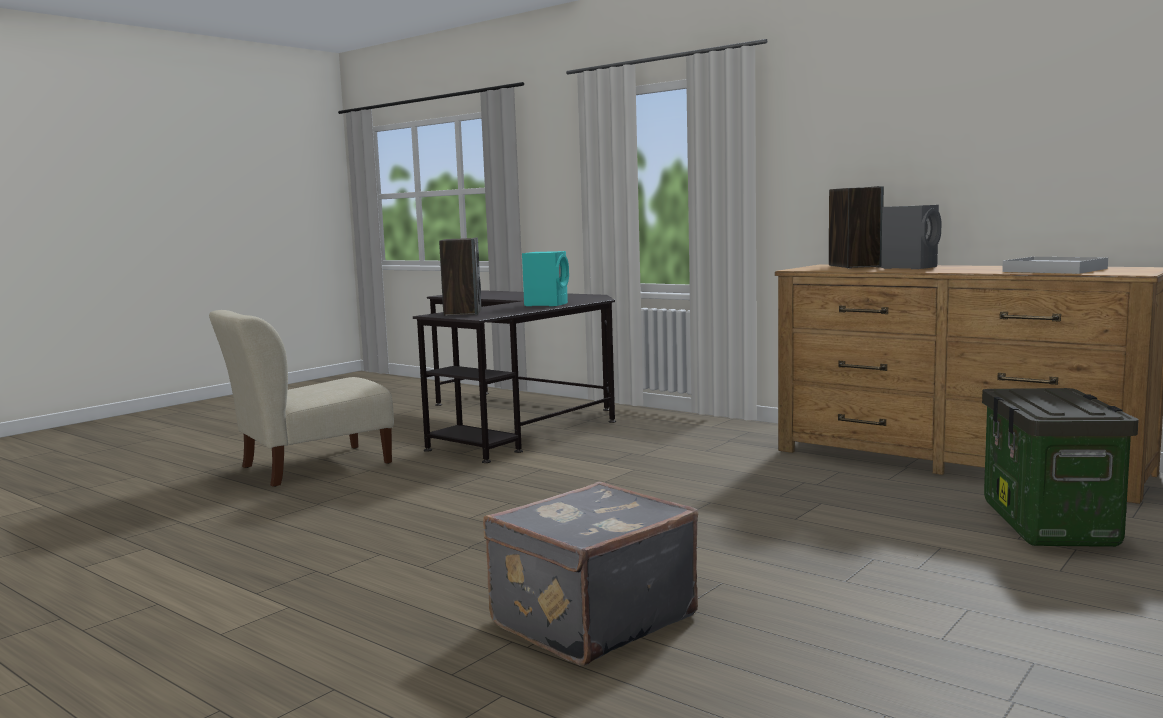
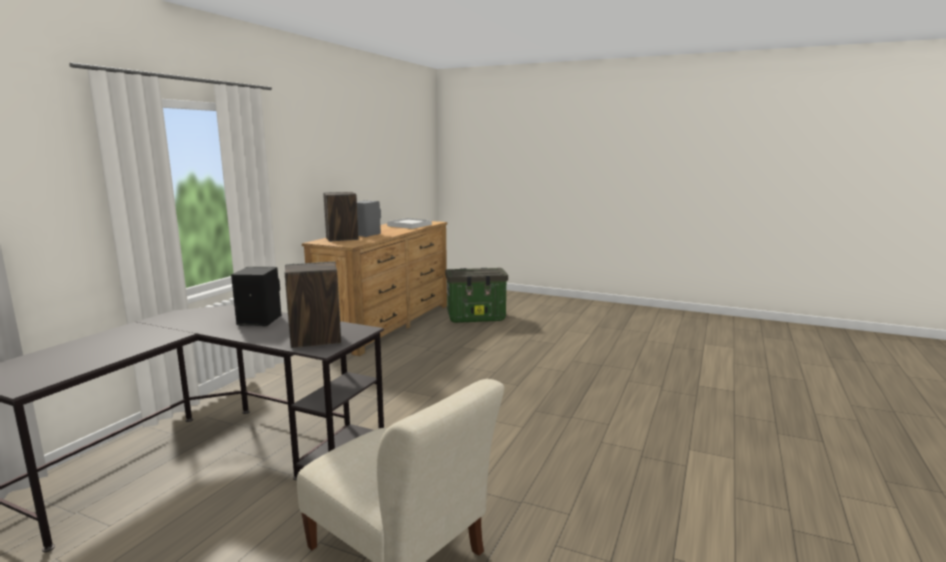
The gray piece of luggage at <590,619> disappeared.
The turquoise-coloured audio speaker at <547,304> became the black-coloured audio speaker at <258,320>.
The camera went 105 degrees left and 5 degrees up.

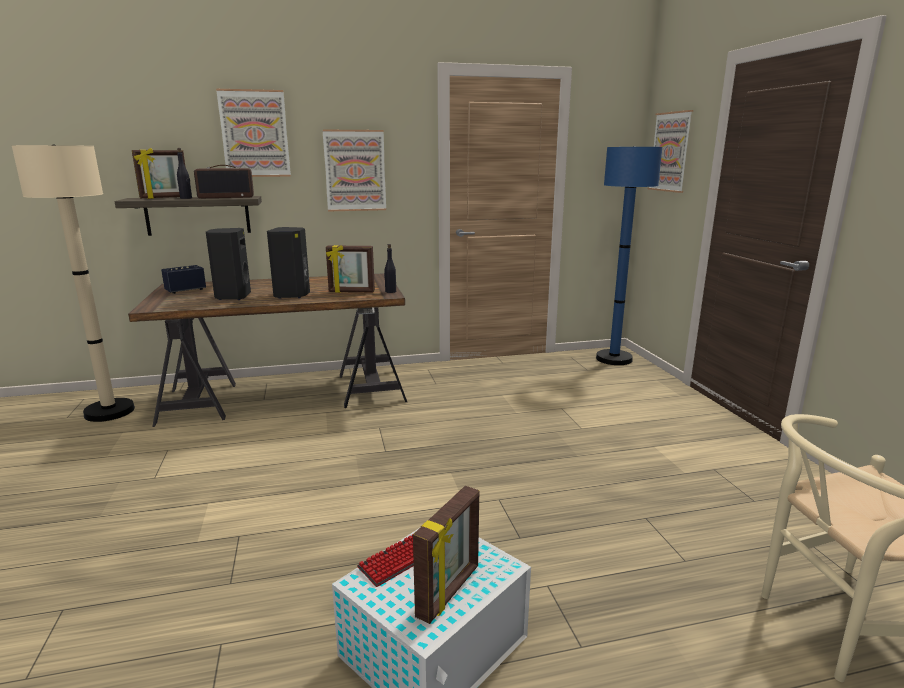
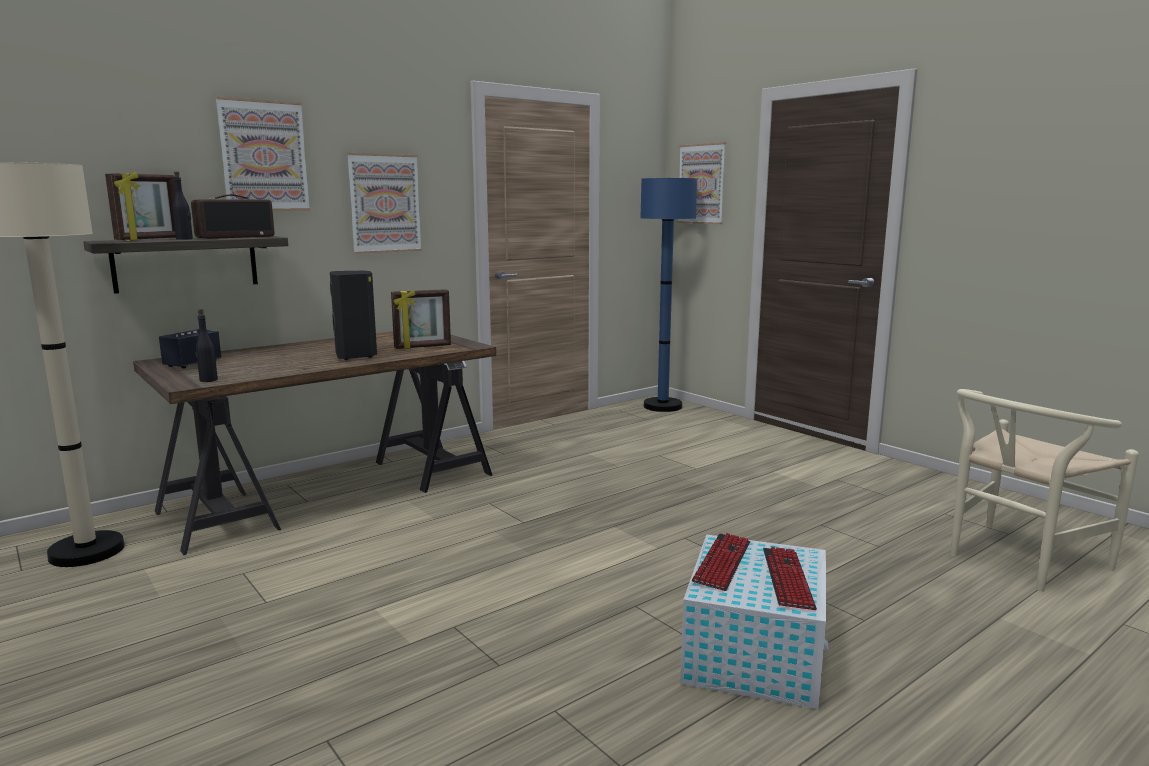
The black-coloured audio speaker at <232,297> disappeared.
The black-coloured drink bottle moved from <390,291> to <208,380>.
The picture frame at <449,592> was replaced by the keyboard at <787,579>.
The camera went 25 degrees left and 5 degrees down.

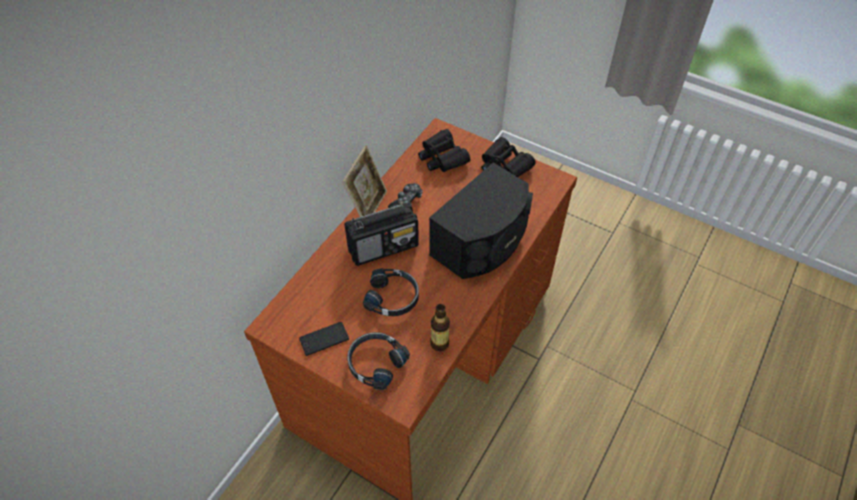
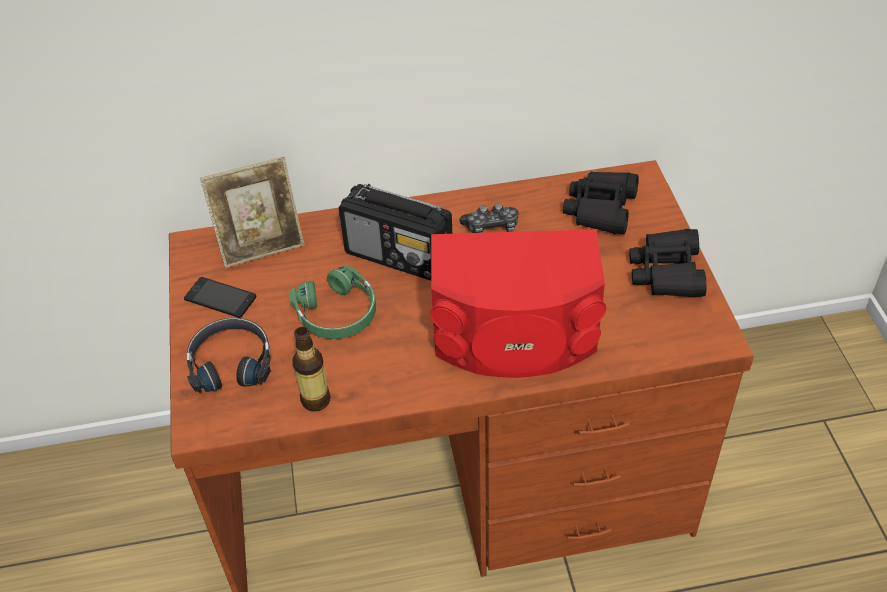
The picture frame moved from <368,206> to <262,246>.
The black-coloured headphones at <393,297> became the green-coloured headphones at <337,313>.
The black-coloured audio speaker at <482,242> became the reddish audio speaker at <515,336>.
The camera went 50 degrees right and 5 degrees down.

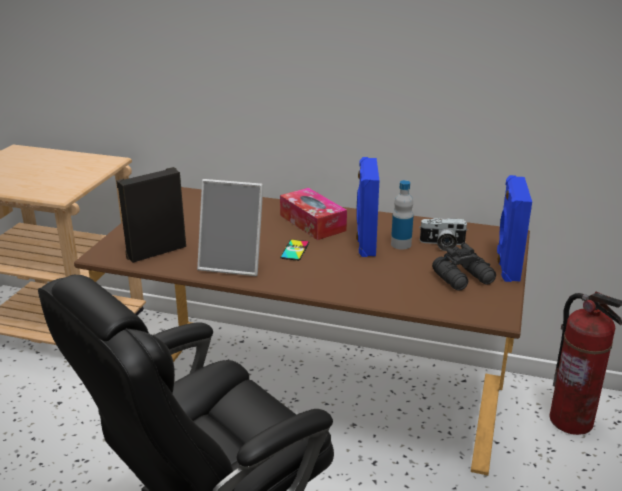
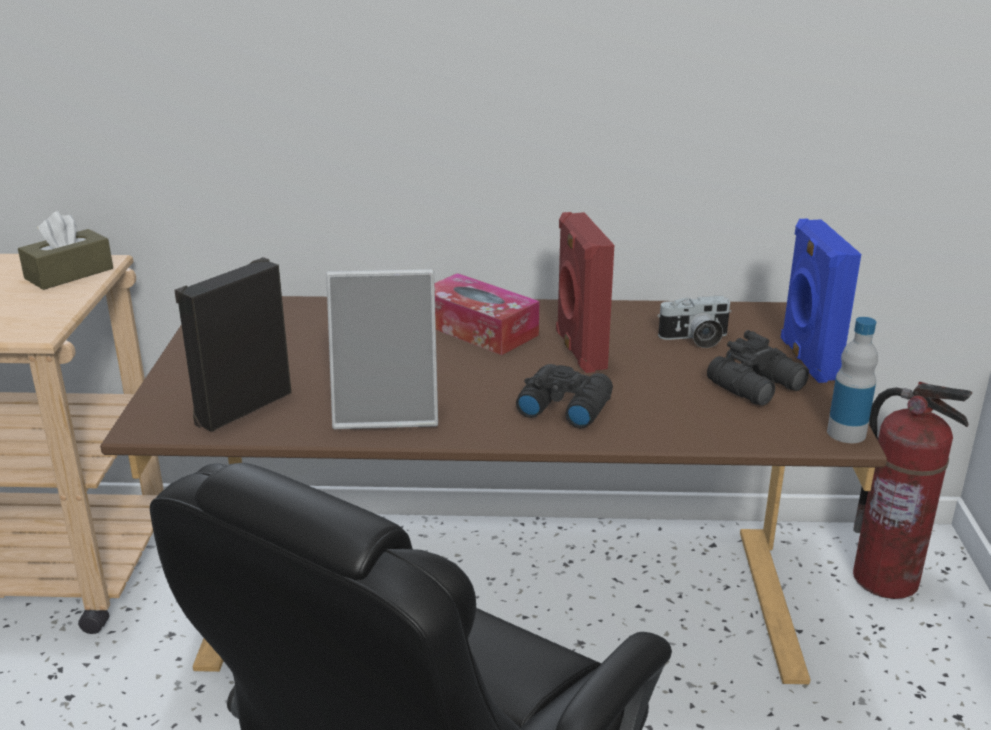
The telephone at <294,250> disappeared.
The brownish tissue holder at <69,273> appeared.
The black-coloured pair of binoculars at <563,406> appeared.
The drink bottle moved from <401,244> to <846,433>.
The blue audio speaker at <365,243> became the reddish audio speaker at <578,350>.
The camera went 15 degrees left and 0 degrees up.

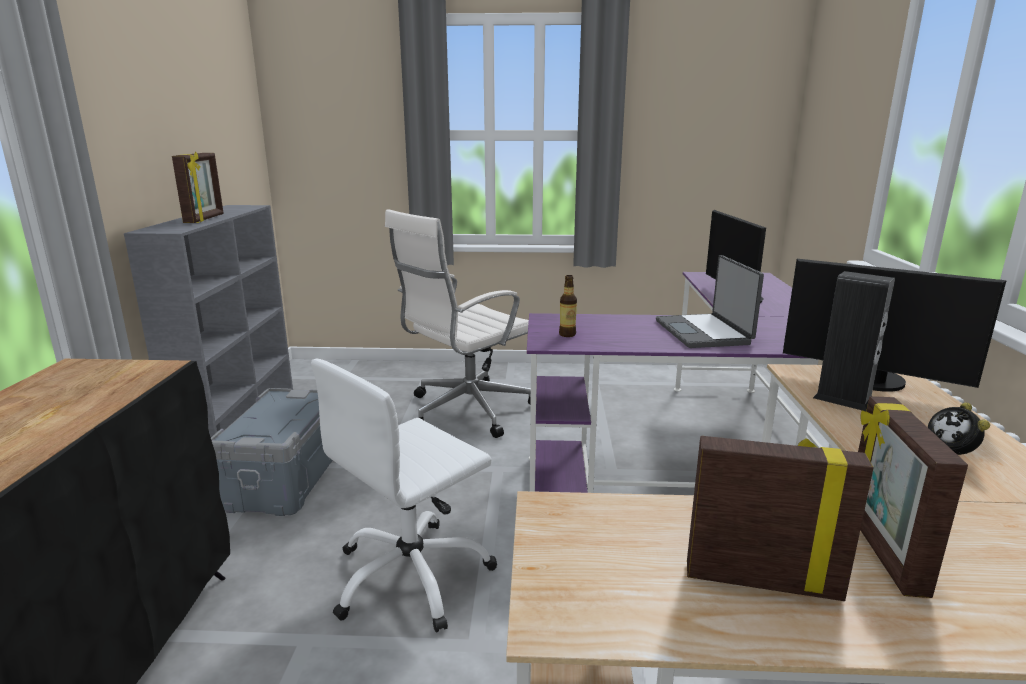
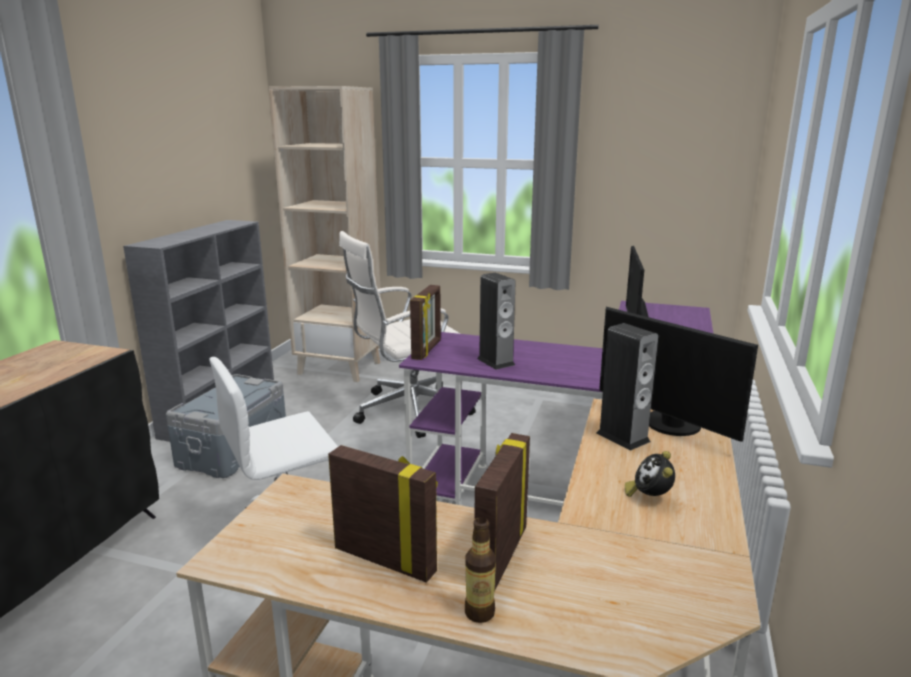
The portable computer at <704,332> disappeared.
The sand-coloured bookshelf at <340,368> appeared.
The audio speaker at <495,361> appeared.
The picture frame moved from <205,219> to <427,350>.
The drink bottle moved from <567,334> to <479,613>.
The camera went 15 degrees right and 0 degrees up.

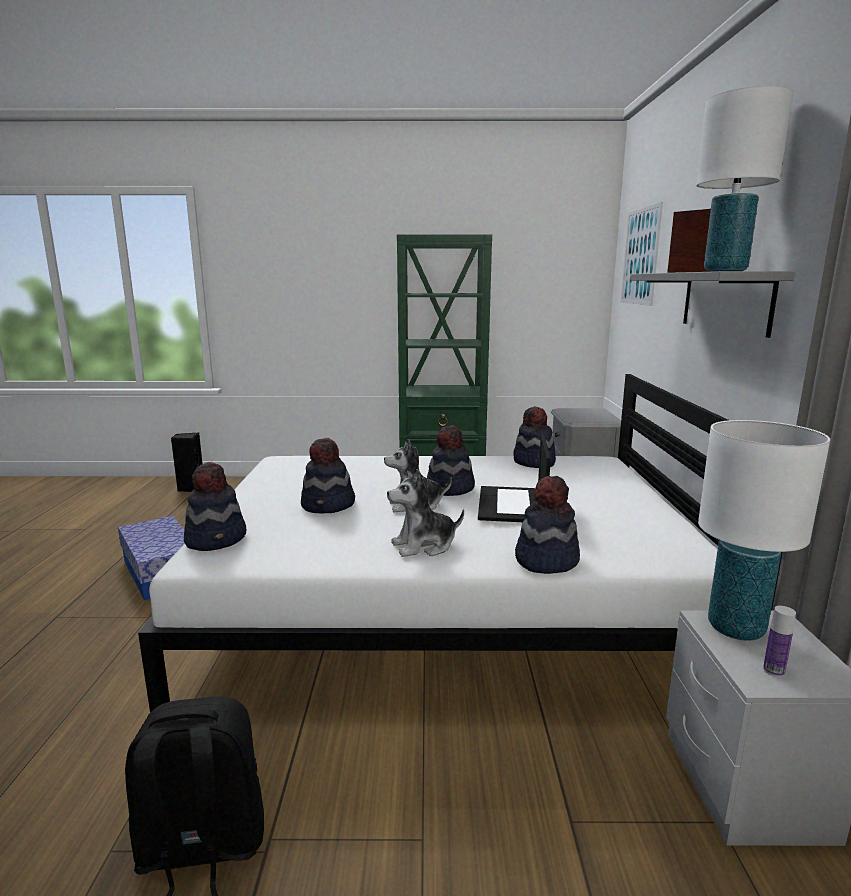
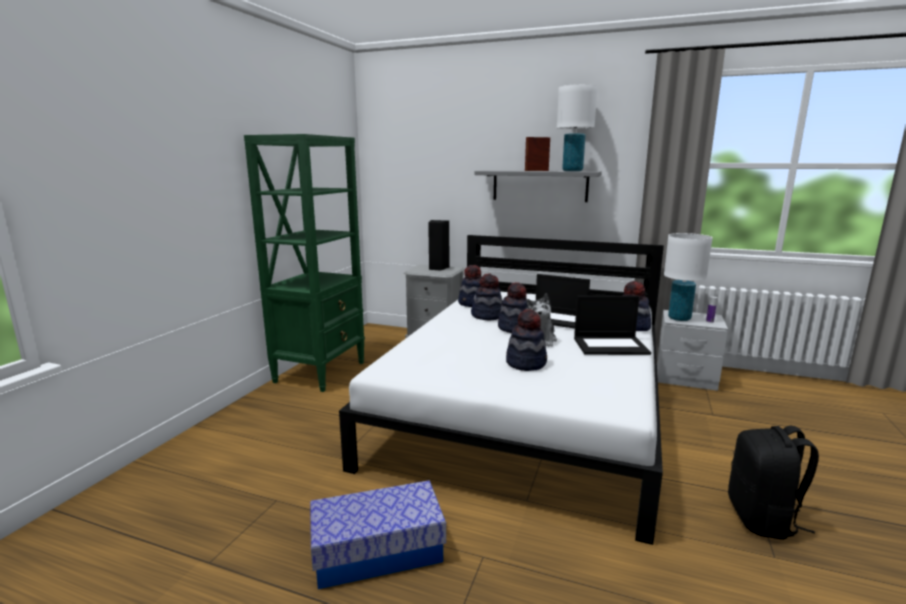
The wall art at <640,256> disappeared.
The black-coloured audio speaker moved from <191,488> to <437,268>.
The wearable hat moved from <217,539> to <487,315>.
The plush toy at <424,546> was replaced by the portable computer at <611,345>.
The camera went 70 degrees left and 0 degrees up.

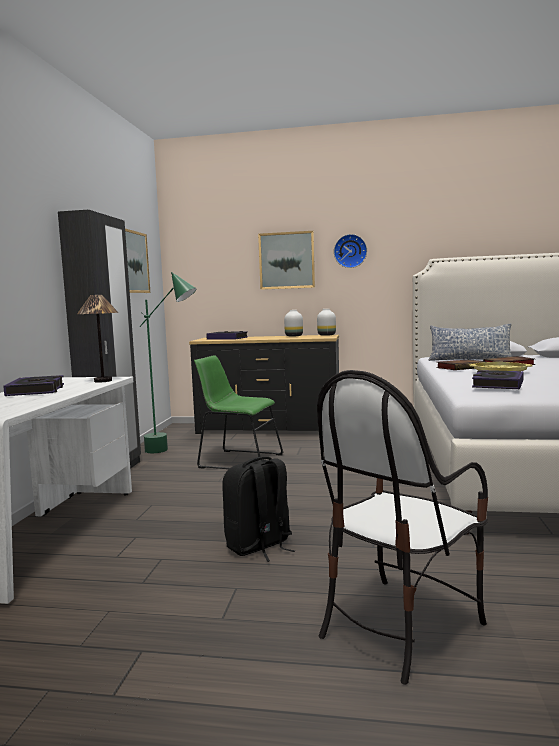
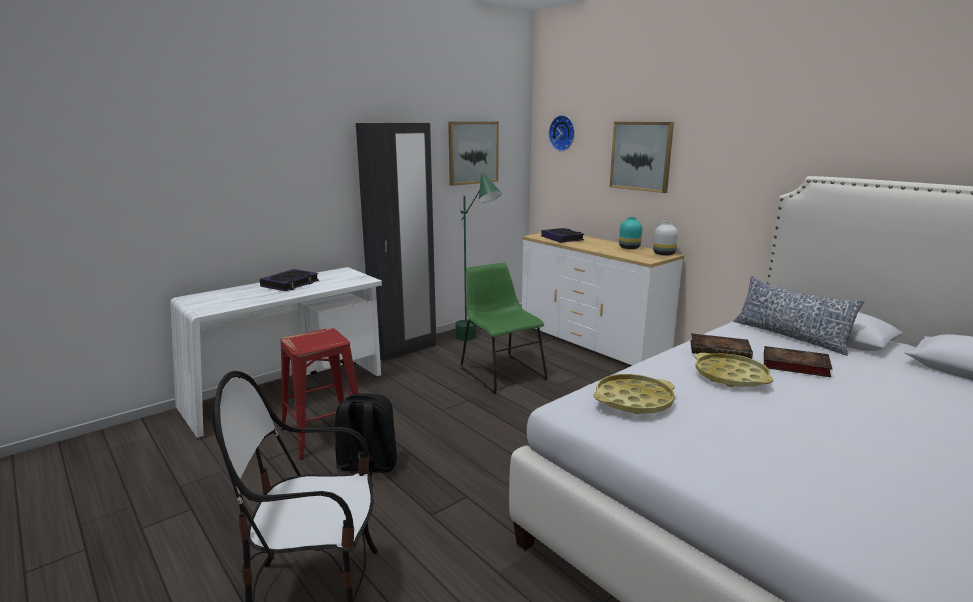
The tabletop lamp at <103,381> disappeared.
The reddish stool seat at <324,434> appeared.
The wall clock moved from <350,251> to <563,133>.
The book at <497,384> was replaced by the yellowish serving tray at <633,400>.
The black-coloured drawer chest at <269,429> became the white-coloured drawer chest at <591,342>.
The white-coloured decorative vase at <293,336> became the turquoise-coloured decorative vase at <629,248>.
The camera went 40 degrees right and 10 degrees up.

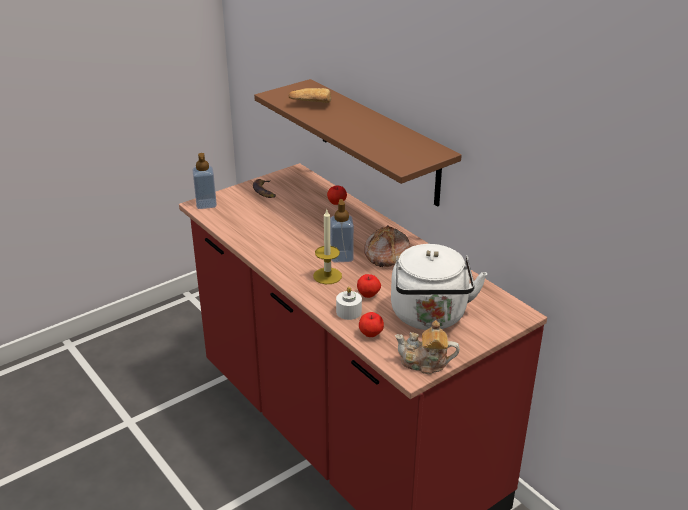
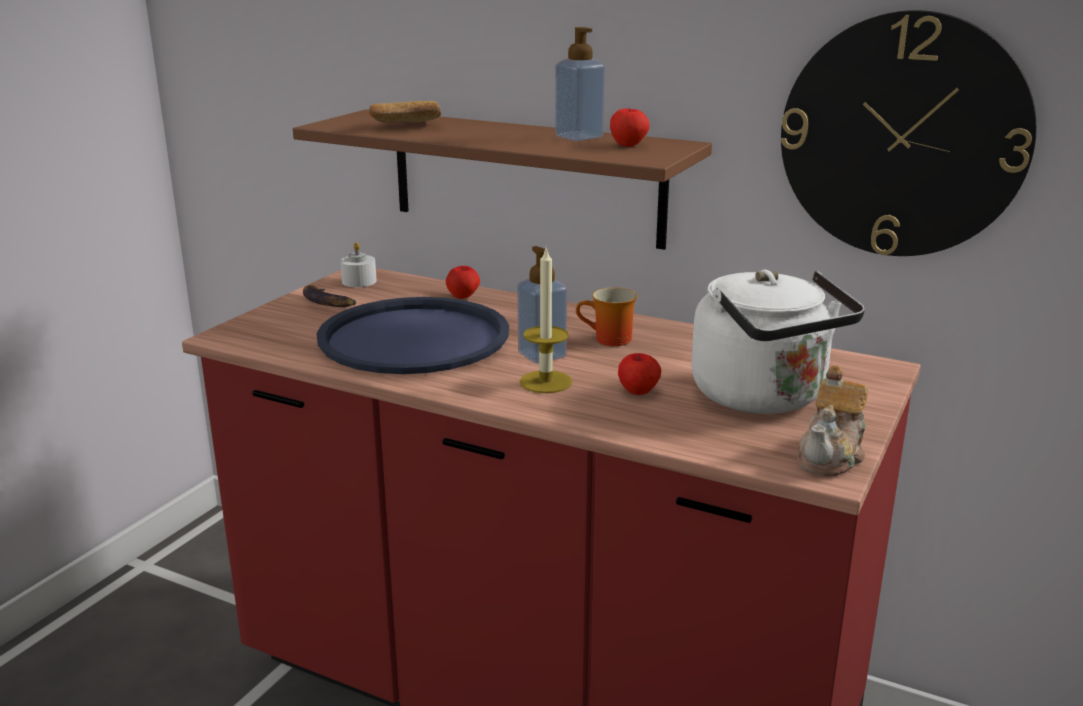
The blue serving tray at <414,338> appeared.
The wall clock at <903,136> appeared.
The soap bottle moved from <206,204> to <579,137>.
The white-coloured wax candle moved from <348,312> to <359,281>.
The apple moved from <371,334> to <628,145>.
The bakery bread at <386,255> was replaced by the mug at <609,340>.
The teapot at <425,363> turned 45 degrees counterclockwise.
The camera went 25 degrees left and 10 degrees down.

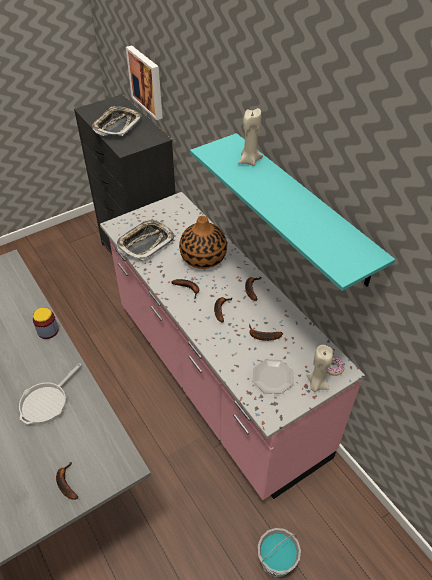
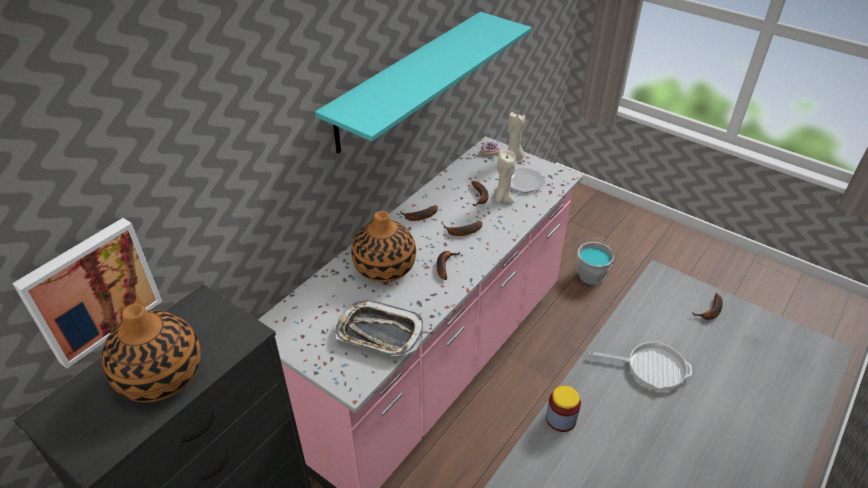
The sand-coloured wax candle moved from <249,161> to <502,199>.
The serving tray at <117,125> was replaced by the decorative vase at <160,375>.
The camera went 110 degrees left and 5 degrees down.

